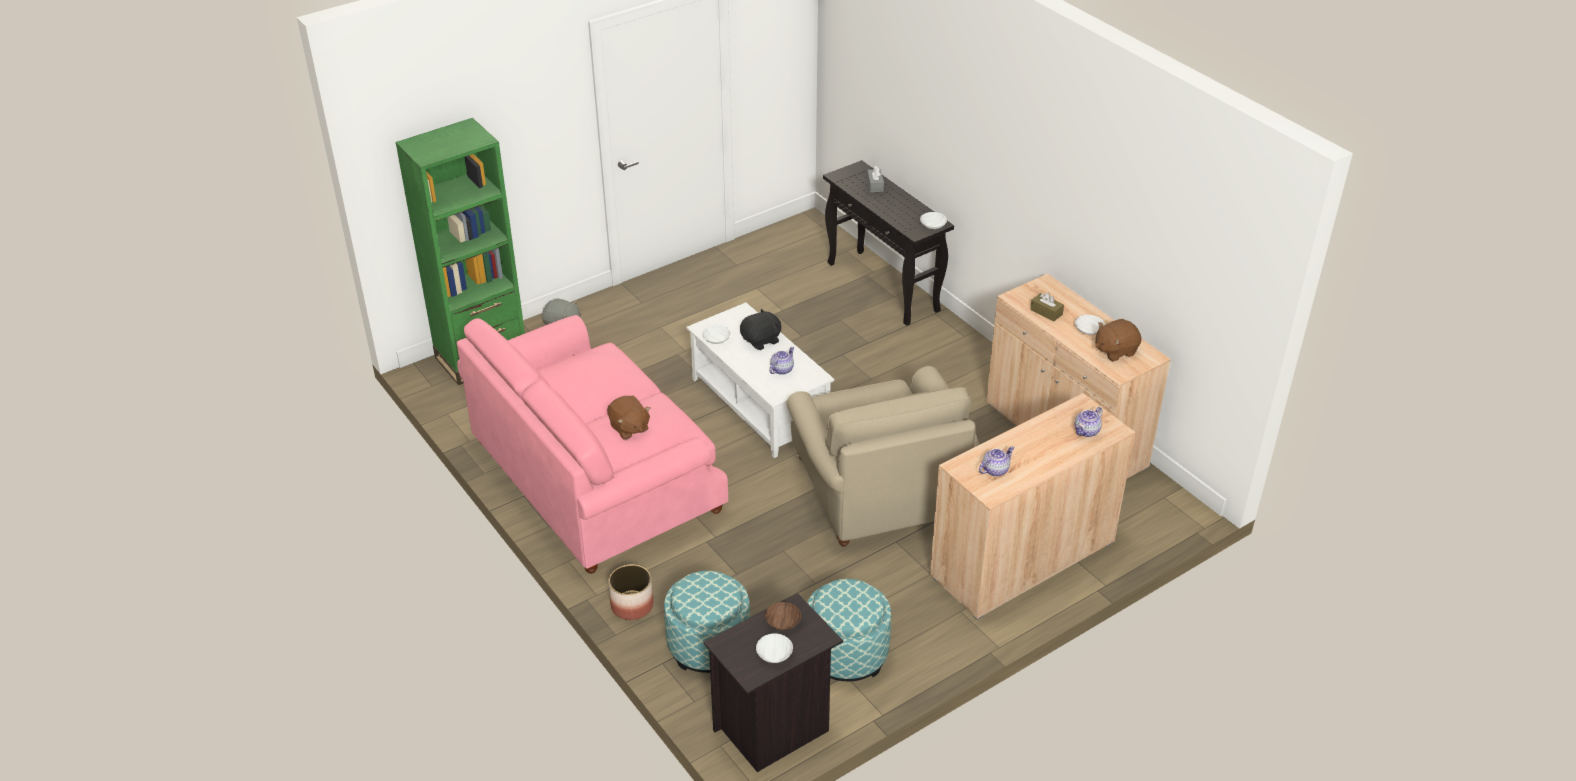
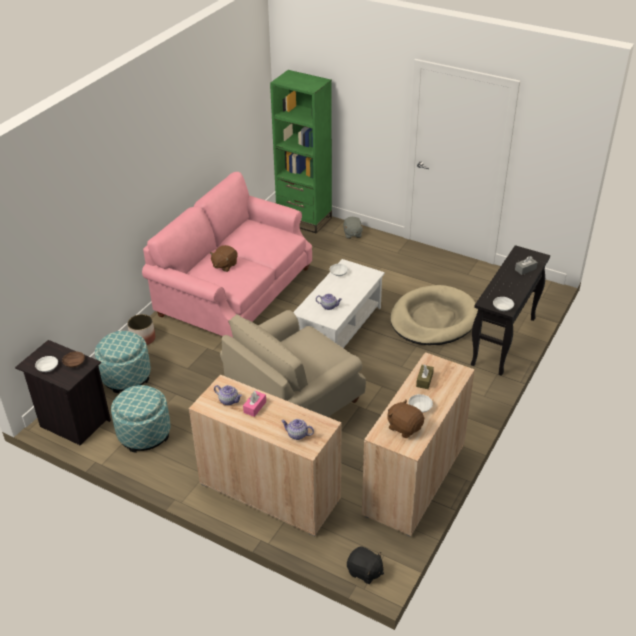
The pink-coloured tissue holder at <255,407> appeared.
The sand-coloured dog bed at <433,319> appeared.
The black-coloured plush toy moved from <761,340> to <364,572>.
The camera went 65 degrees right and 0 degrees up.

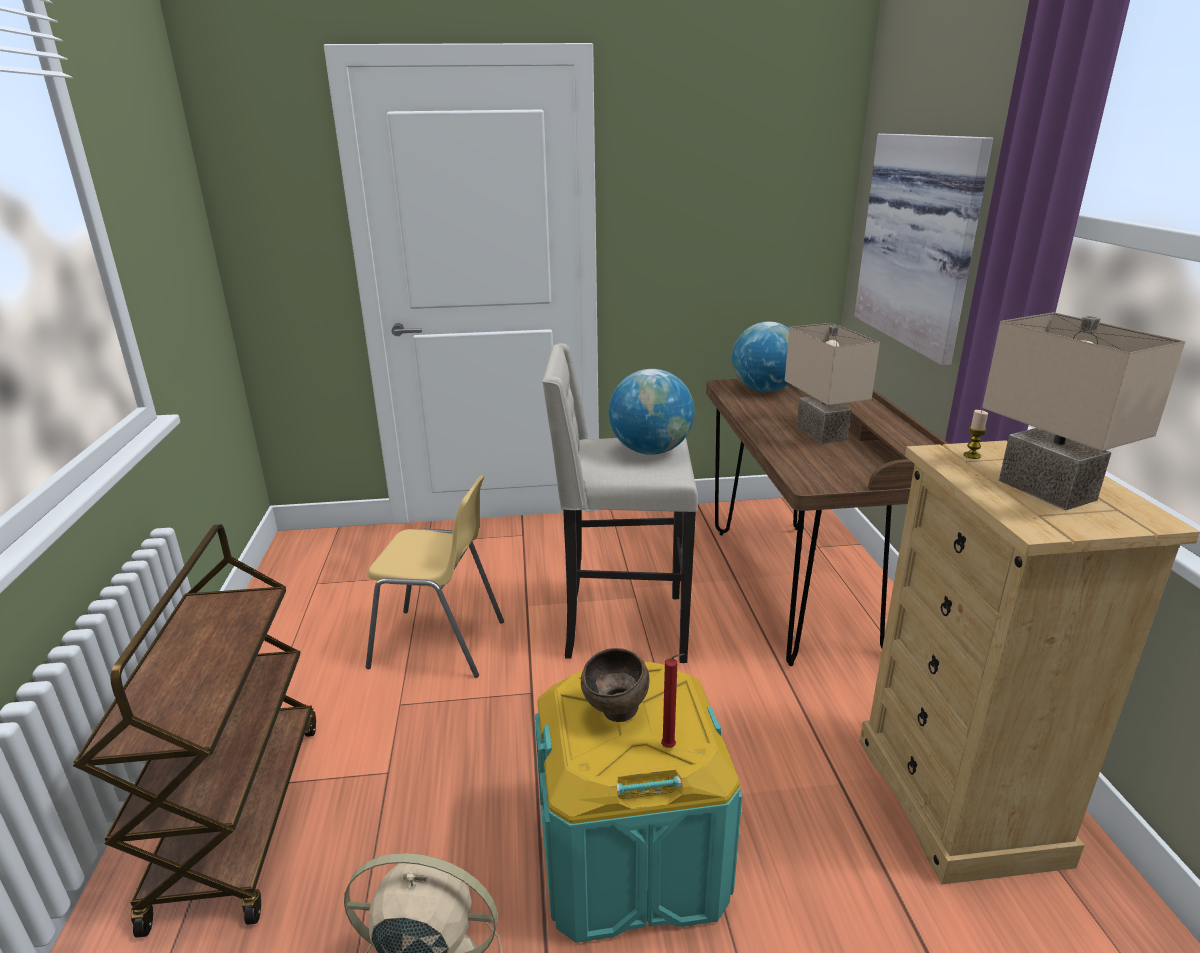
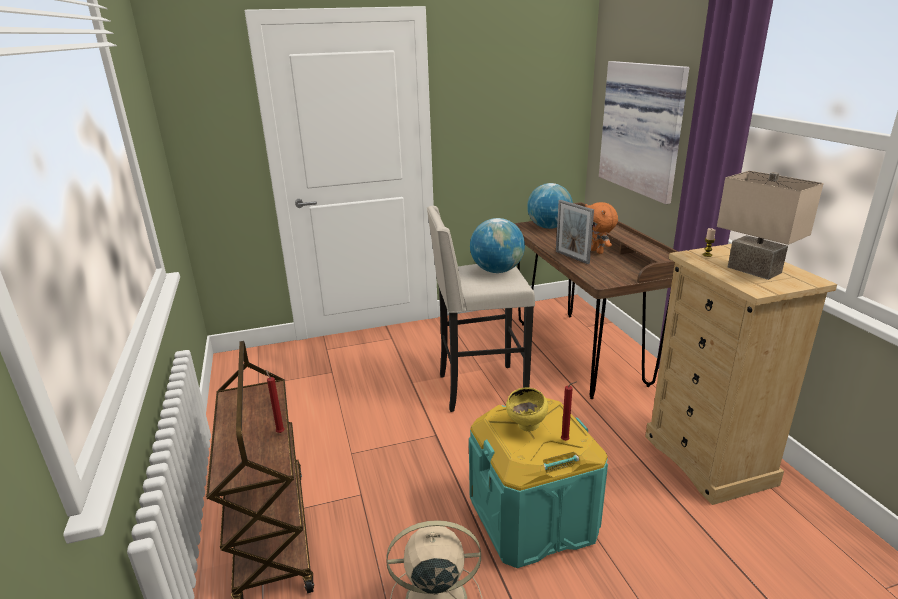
The yellowish plain chair at <439,644> disappeared.
The reddish wax candle at <280,432> appeared.
The picture frame at <572,257> appeared.
The sand-coloured tabletop lamp at <824,433> was replaced by the orangey plush toy at <597,251>.
The brownish serving bowl at <616,713> became the yellowish serving bowl at <527,427>.
The camera went 10 degrees left and 0 degrees up.

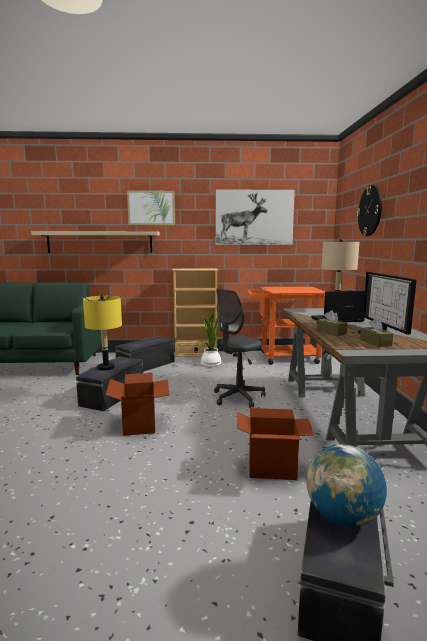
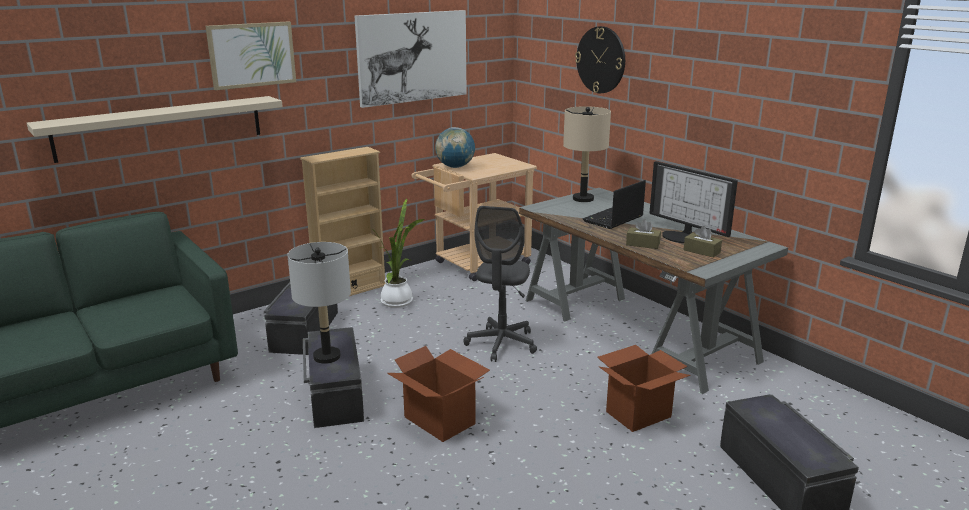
The globe moved from <342,517> to <455,167>.
The yellowish tabletop lamp at <105,367> became the gray tabletop lamp at <326,357>.
The orangey cart at <283,357> became the sand-coloured cart at <476,265>.
The camera went 35 degrees left and 10 degrees up.

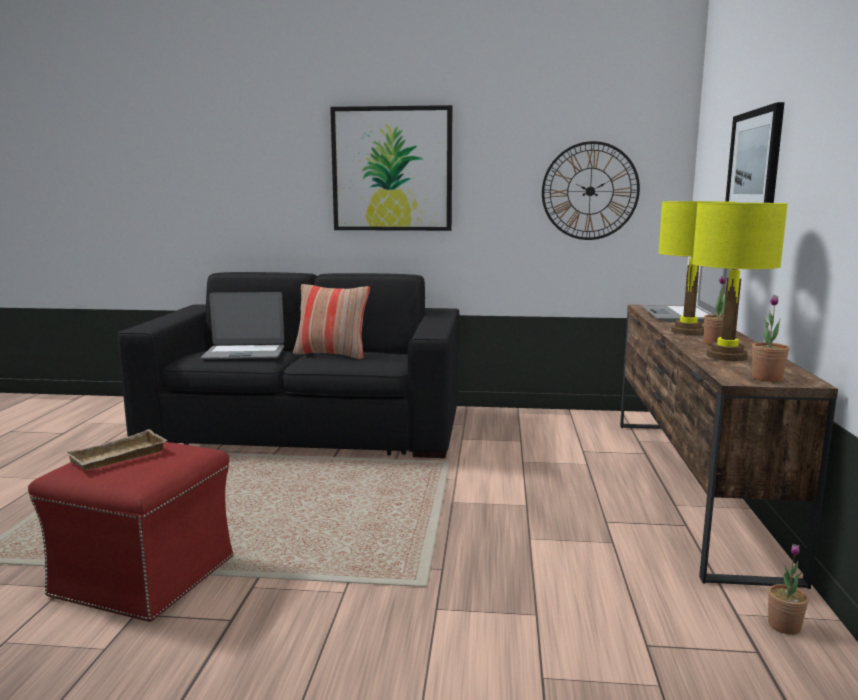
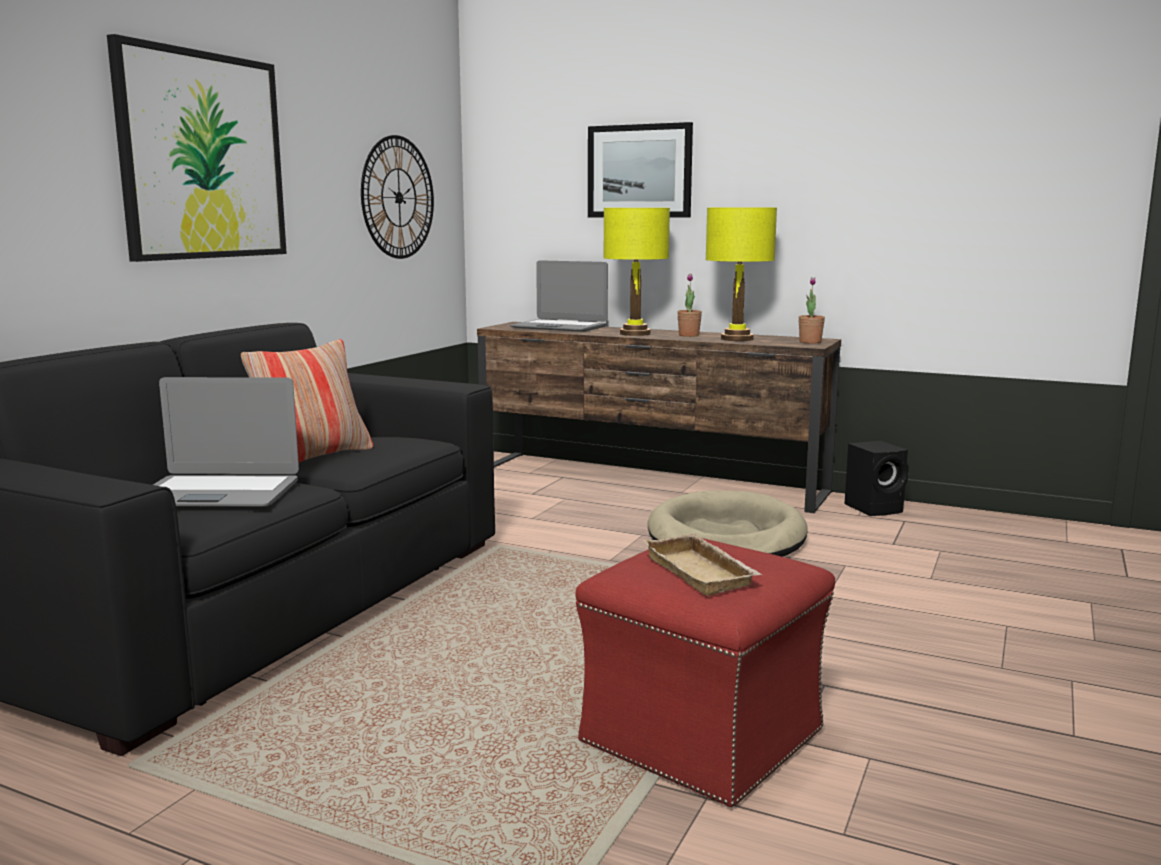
The sand-coloured dog bed at <726,537> appeared.
The potted plant at <784,626> was replaced by the black-coloured audio speaker at <875,508>.
The portable computer at <244,353> turned 75 degrees clockwise.
The camera went 70 degrees left and 0 degrees up.

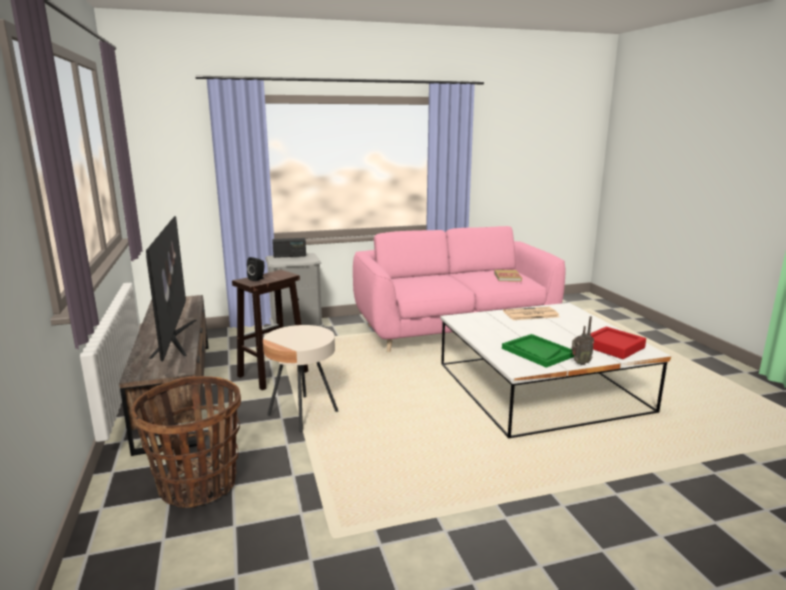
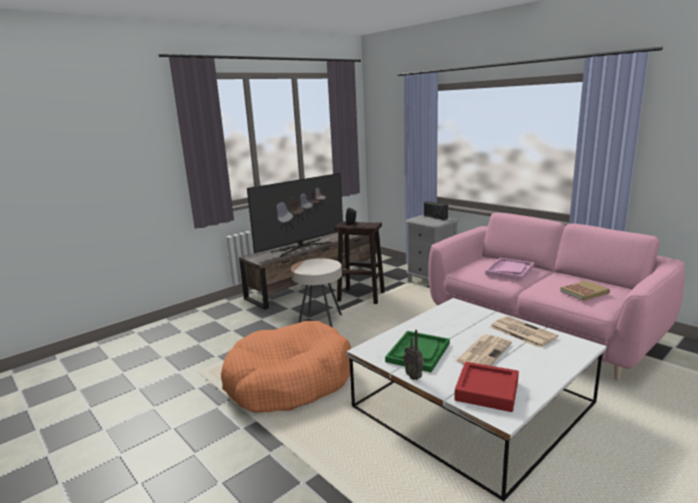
The storage basket at <198,485> disappeared.
The orangey dog bed at <289,381> appeared.
The daily paper at <483,352> appeared.
The pink-coloured serving tray at <509,270> appeared.
The camera went 65 degrees right and 0 degrees up.

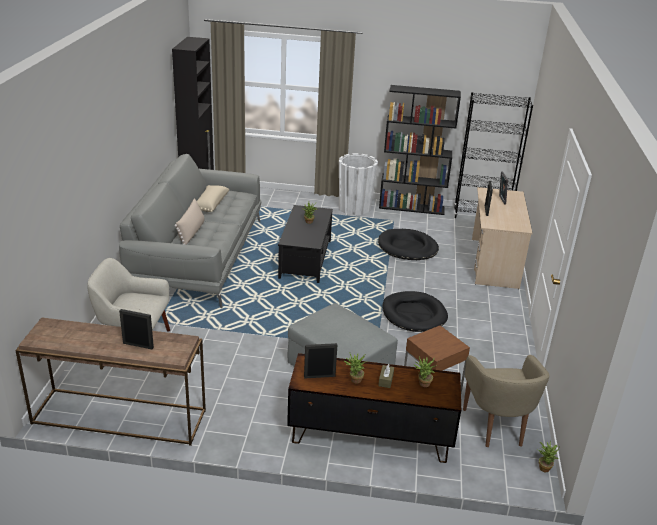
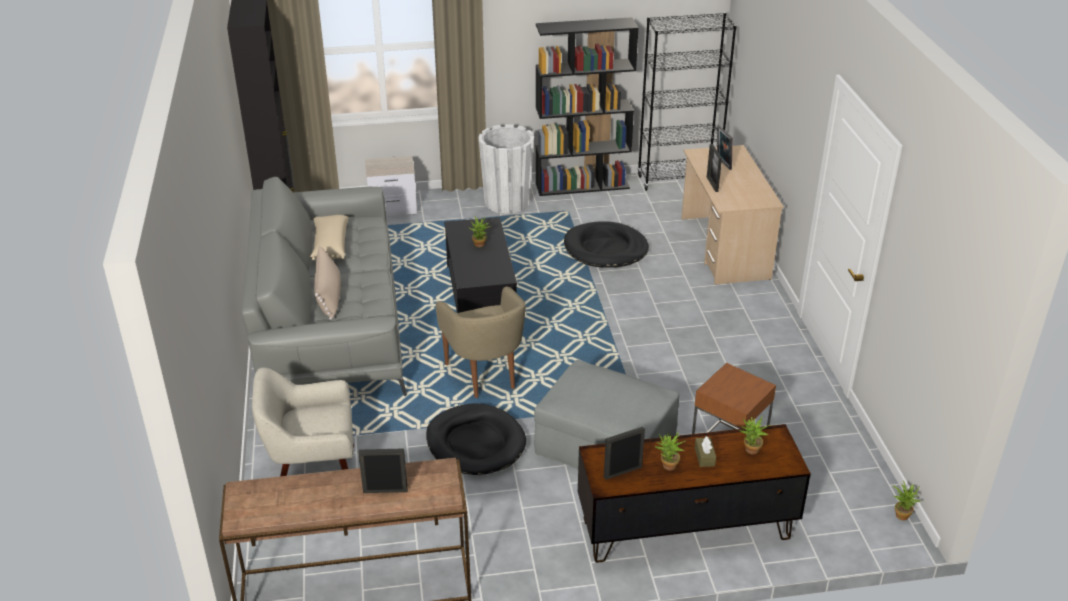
The nightstand at <394,208> appeared.
The black-coloured dog bed moved from <414,314> to <475,443>.
The sand-coloured lounge chair moved from <496,427> to <485,375>.
The camera went 15 degrees left and 5 degrees up.

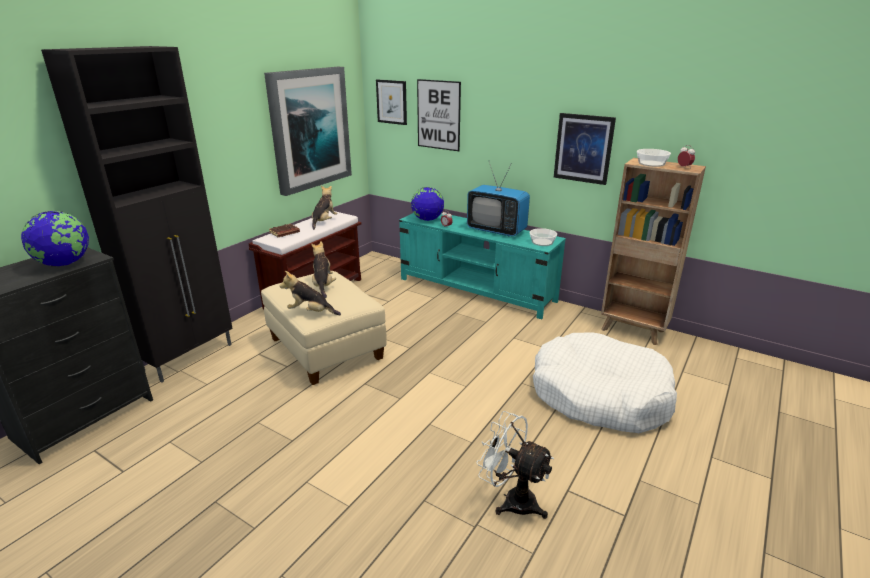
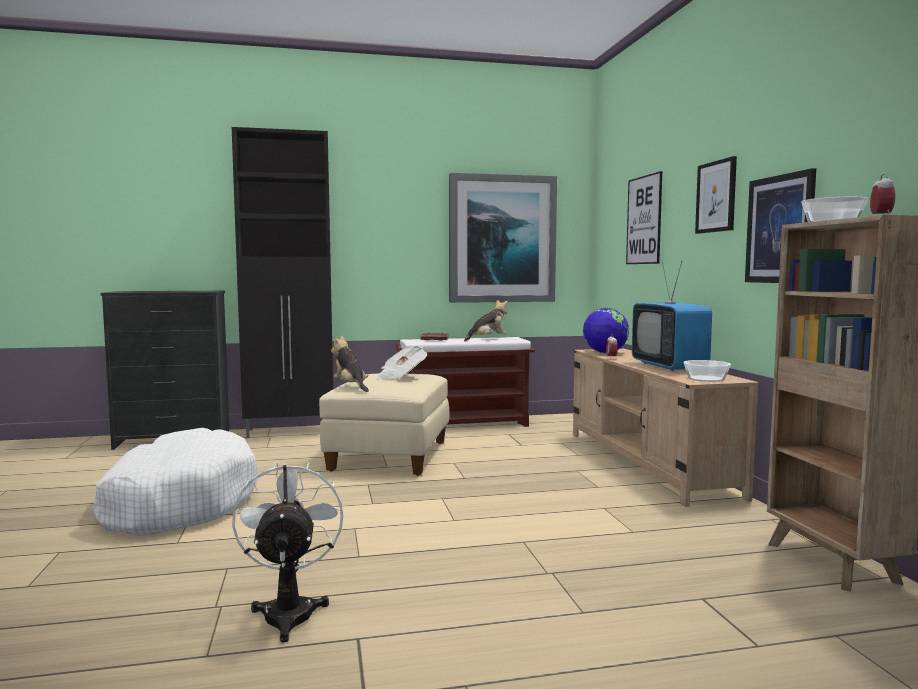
The globe at <64,264> disappeared.
The wall art moved from <392,102> to <716,196>.
The white-coloured dog bed moved from <599,395> to <178,503>.
The plush toy at <323,285> was replaced by the daily paper at <401,376>.
The turquoise-coloured media console at <476,290> became the sand-coloured media console at <647,463>.
The camera went 45 degrees right and 20 degrees down.

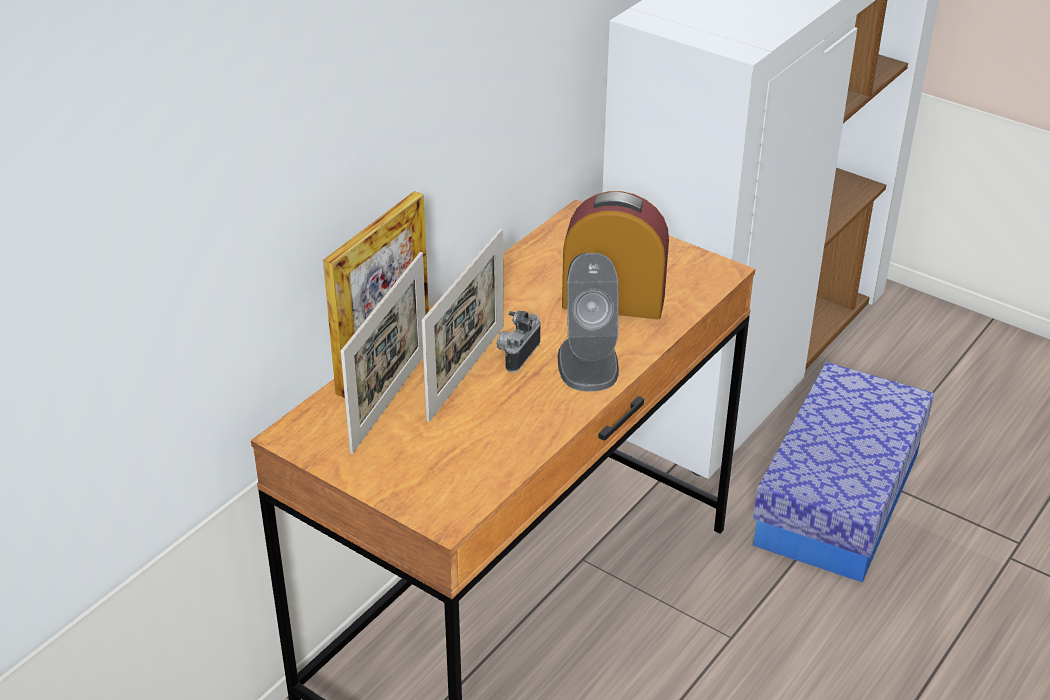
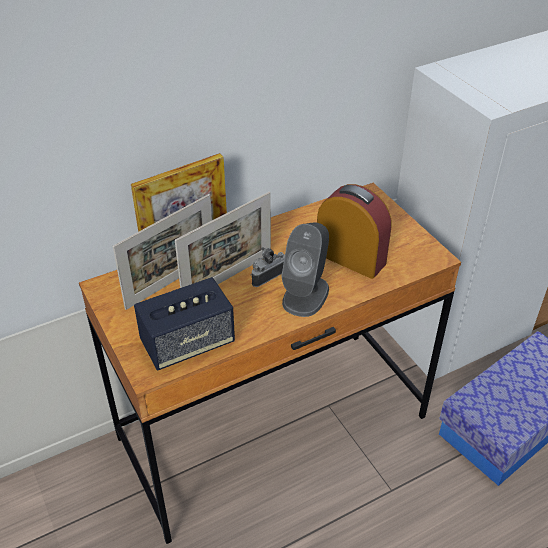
The audio speaker at <187,343> appeared.
The camera went 25 degrees right and 5 degrees up.

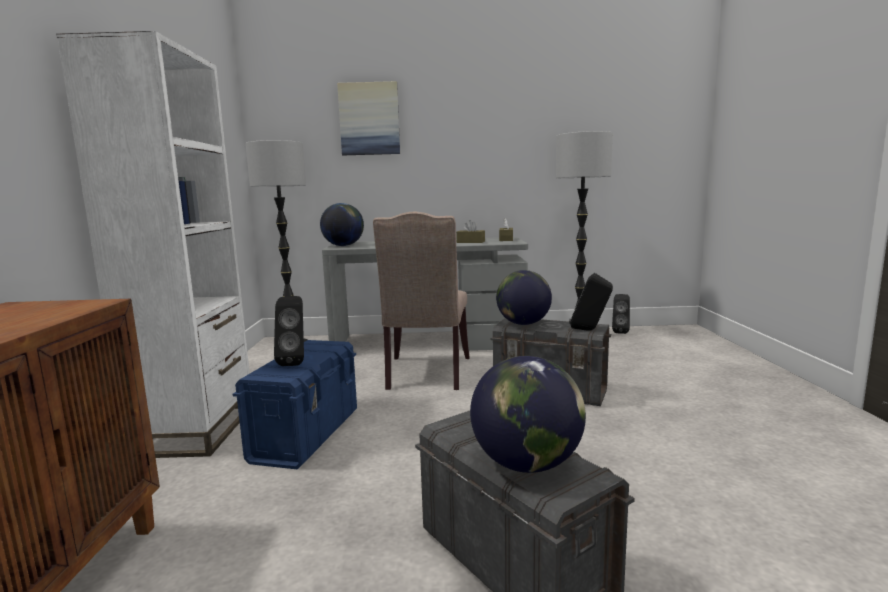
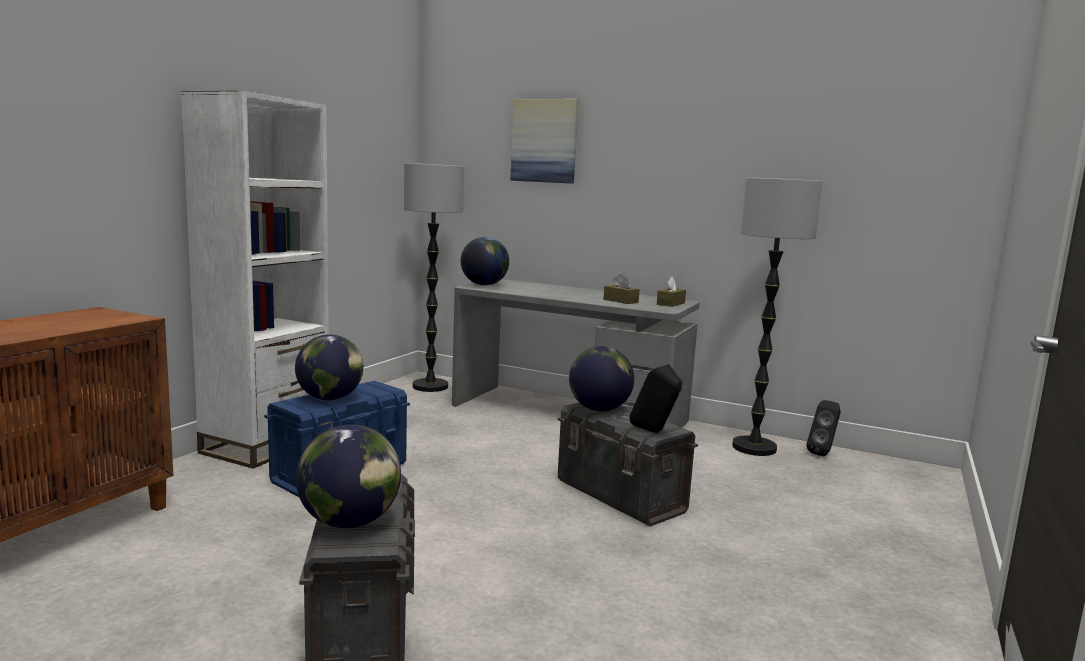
The sand-coloured plain chair at <426,374> disappeared.
The black-coloured audio speaker at <295,362> was replaced by the globe at <330,398>.
The camera went 25 degrees right and 0 degrees up.

